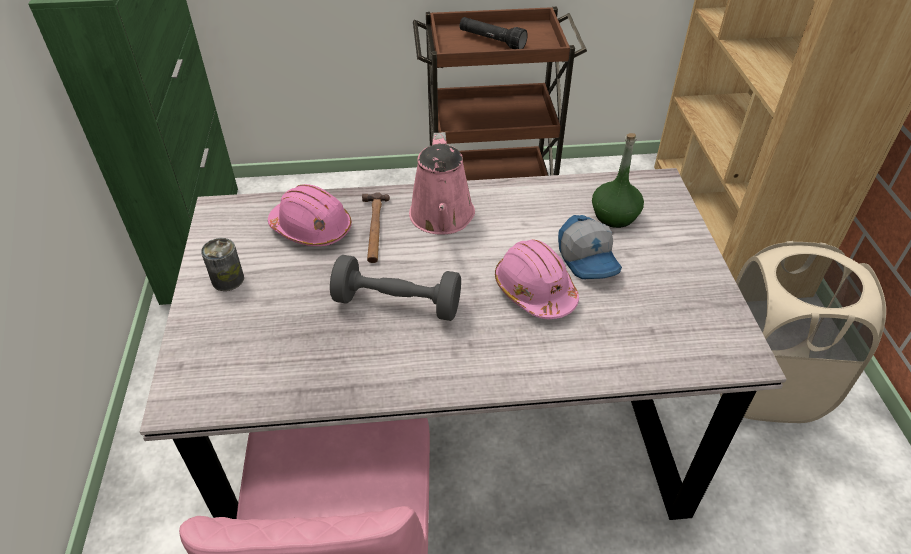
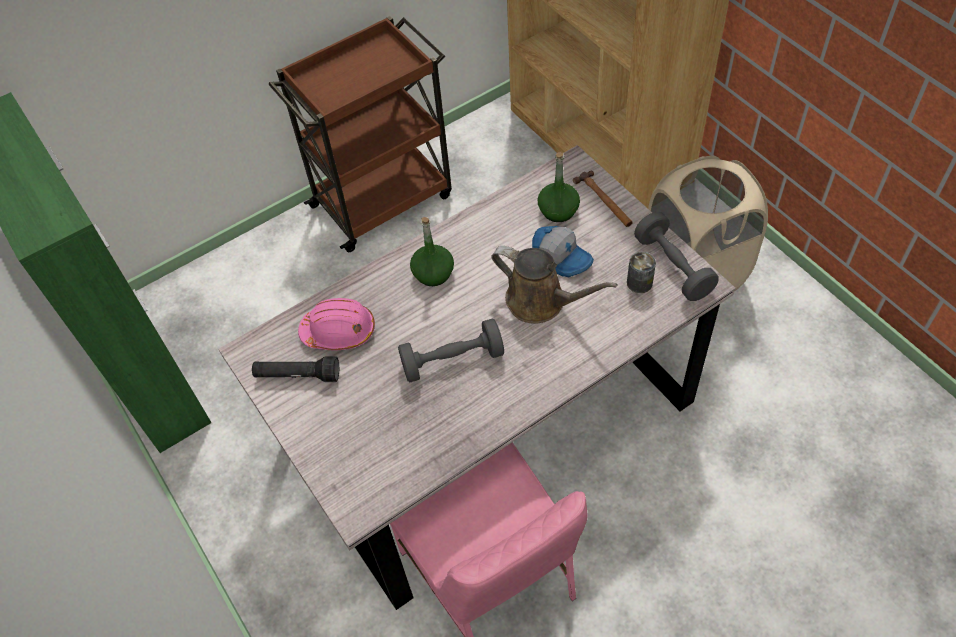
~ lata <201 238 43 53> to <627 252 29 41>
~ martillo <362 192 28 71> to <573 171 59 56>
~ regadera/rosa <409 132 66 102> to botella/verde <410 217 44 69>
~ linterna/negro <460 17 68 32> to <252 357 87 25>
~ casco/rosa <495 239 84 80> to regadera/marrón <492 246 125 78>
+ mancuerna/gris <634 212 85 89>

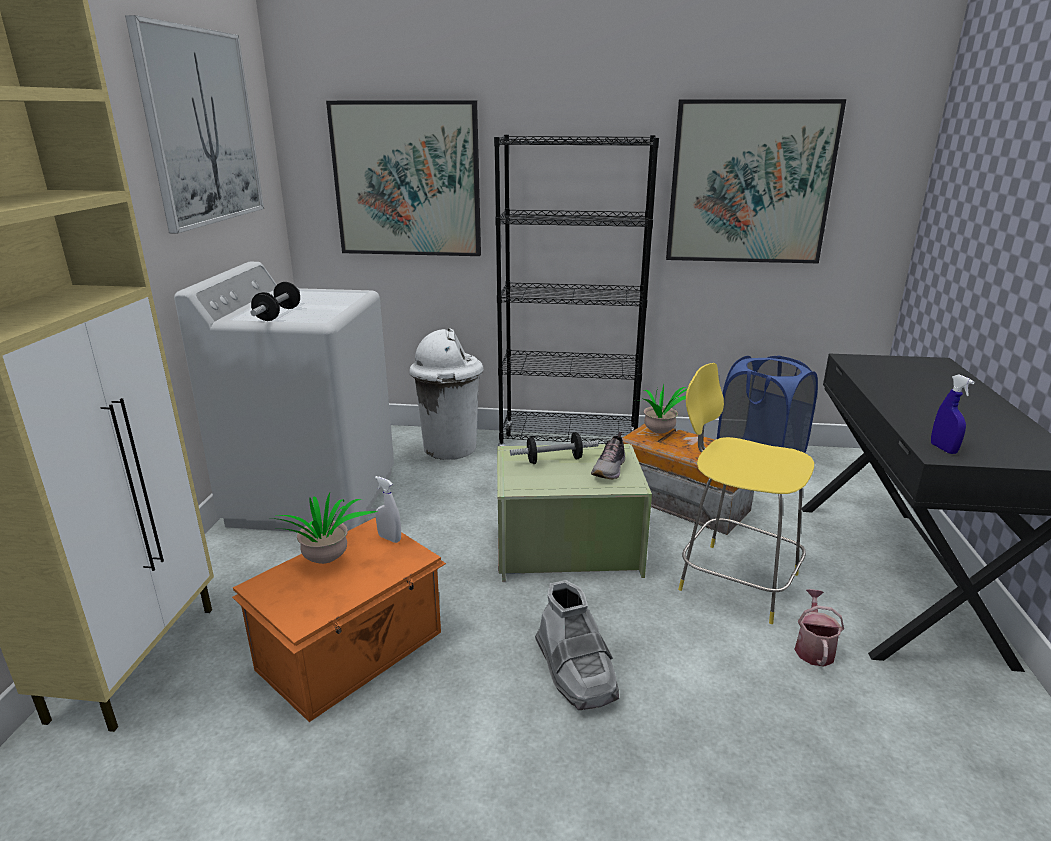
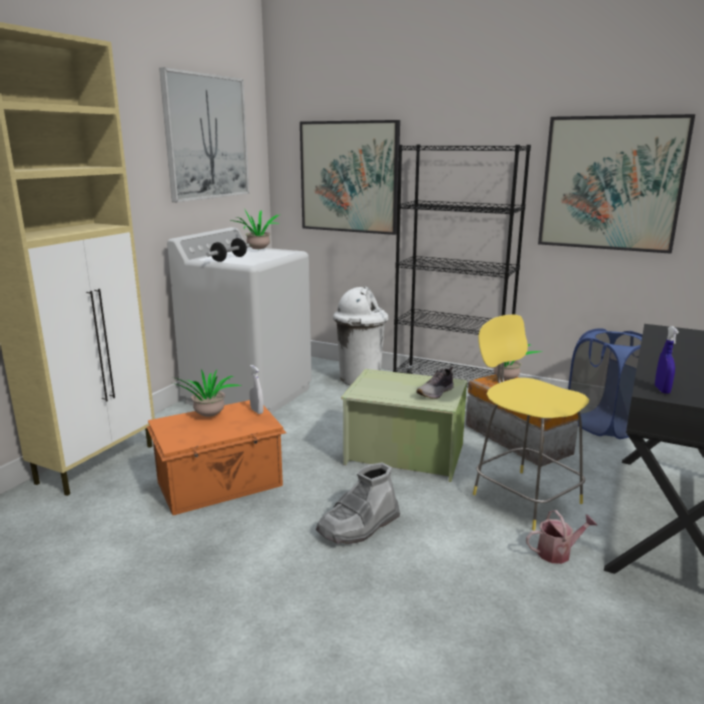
- mancuerna <510 432 88 32>
~ bota/gris <535 580 84 130> = <316 462 84 82> 45 degrees clockwise
~ regadera <794 589 50 78> = <526 510 71 54> 45 degrees clockwise
+ planta en maceta <235 210 46 39>

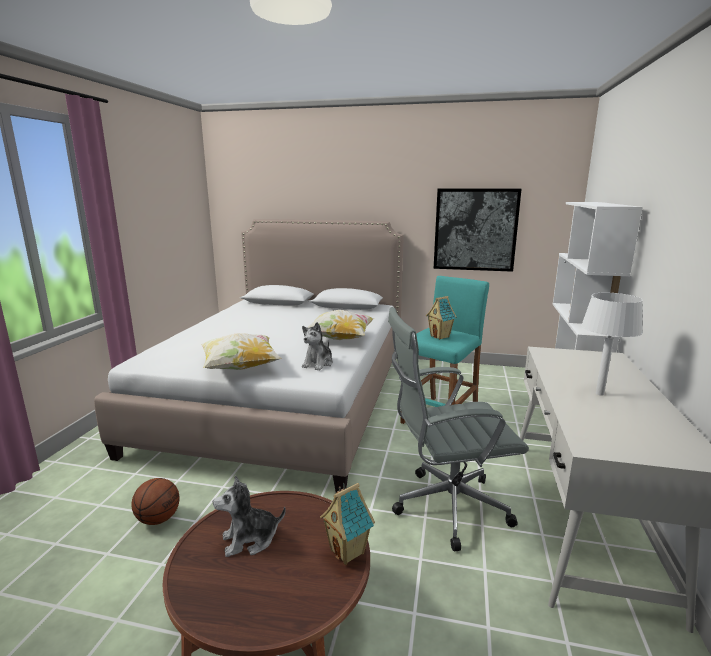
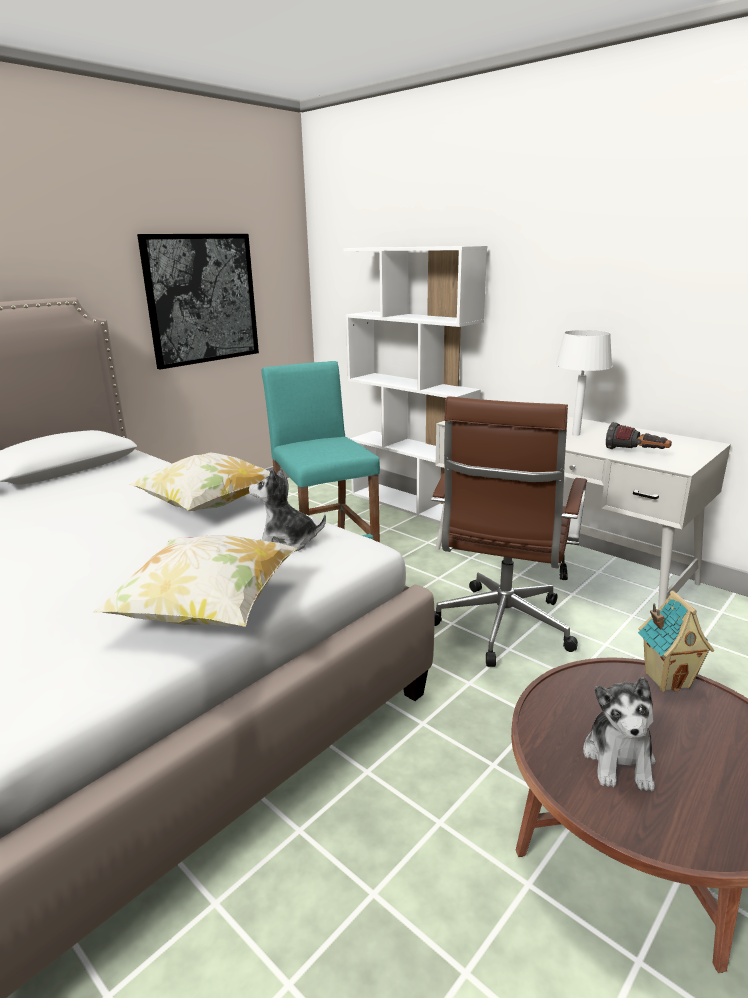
- balón de baloncesto <132 478 48 47>
~ peluche <302 322 31 48> = <249 468 77 84> 135 degrees clockwise
~ silla de oficina/gris <388 307 141 244> to silla de oficina/marrón <431 396 156 271>
- casita <426 296 30 44>
+ linterna <606 422 66 27>

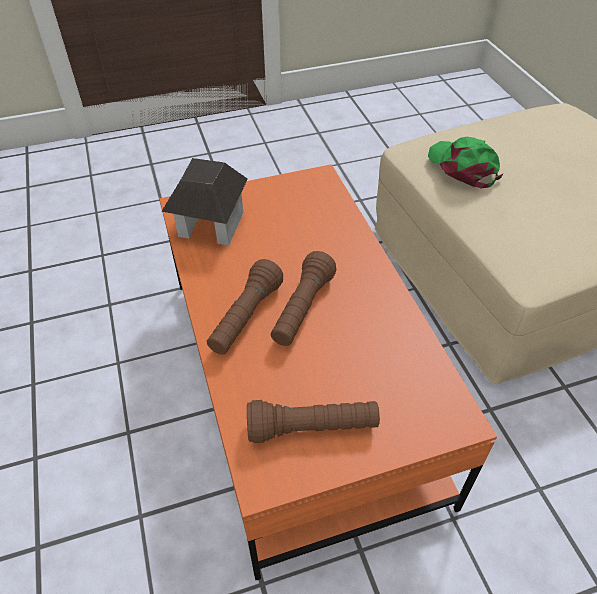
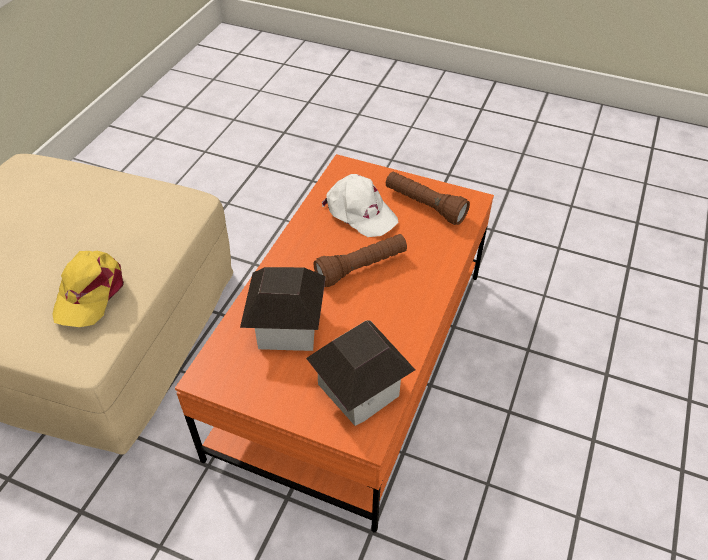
- linterna/marrón <207 259 76 96>
~ gorra/verde <428 137 76 52> to gorra/amarillo <52 251 72 76>
+ casita <240 267 86 84>
+ gorra/blanco <322 174 77 63>

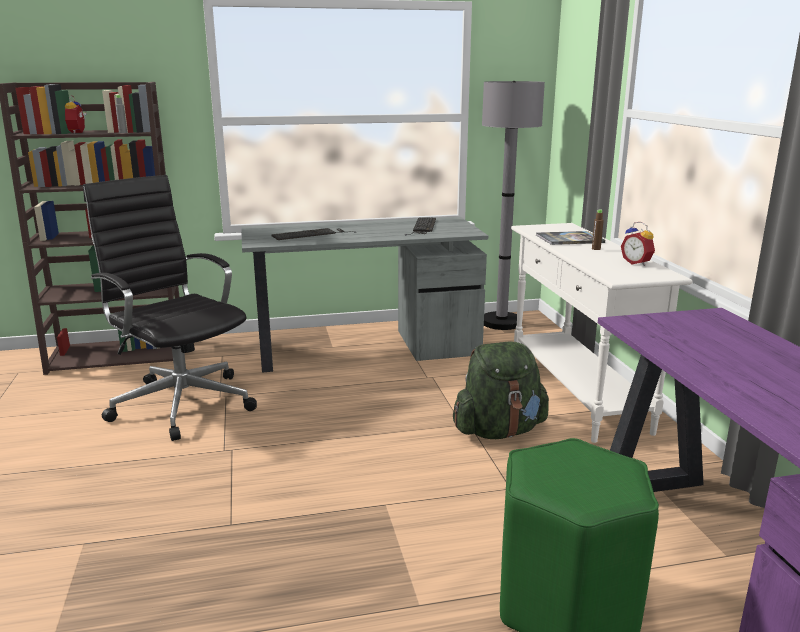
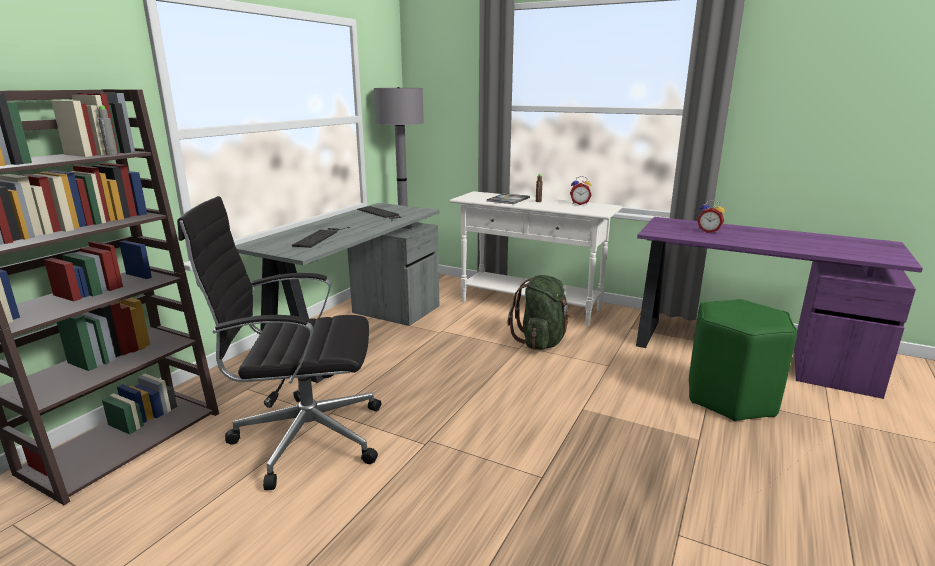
~ despertador <65 95 22 39> to <697 200 28 33>

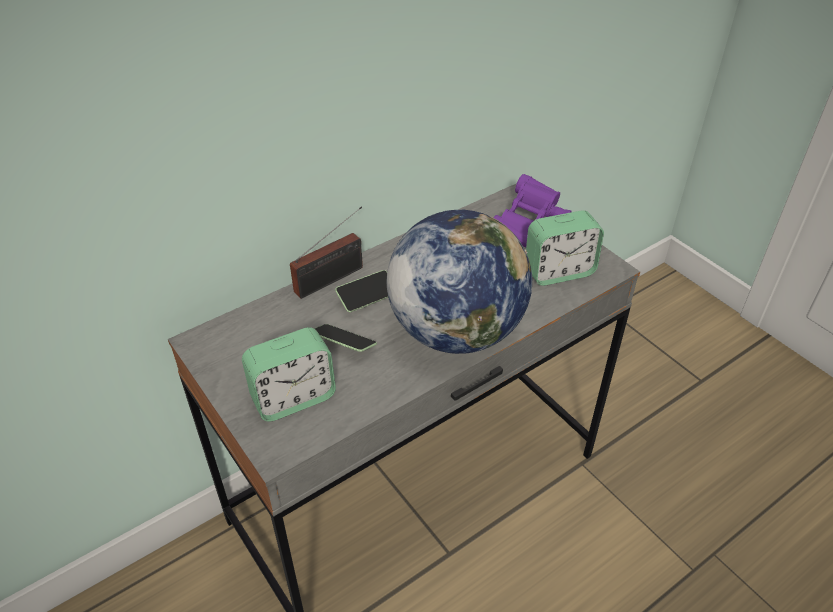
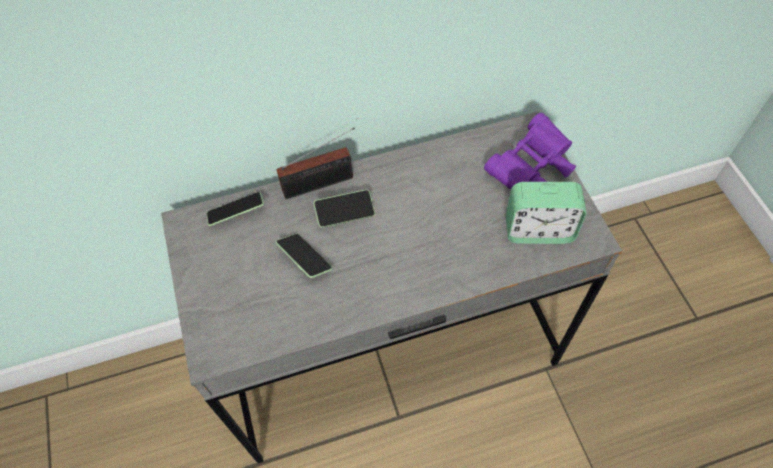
- despertador <242 327 94 95>
- globo terráqueo <387 210 145 144>
+ móvil <206 192 58 34>

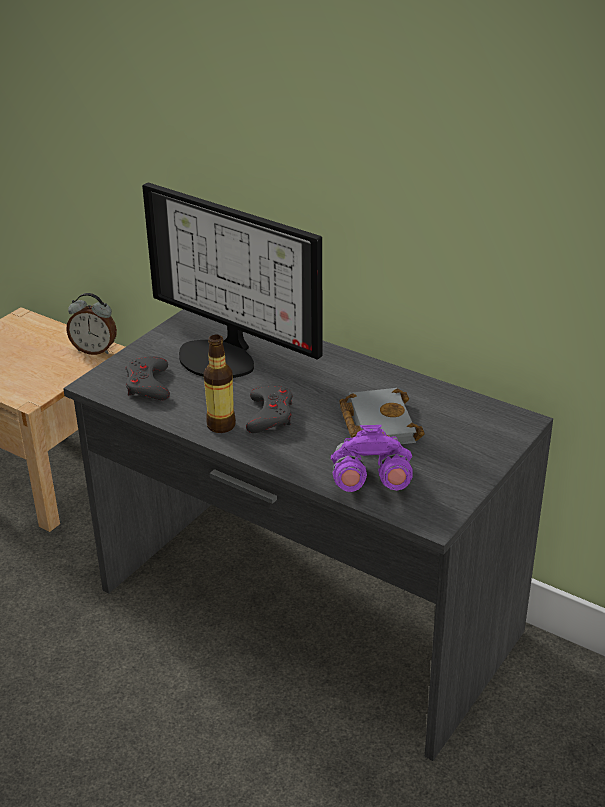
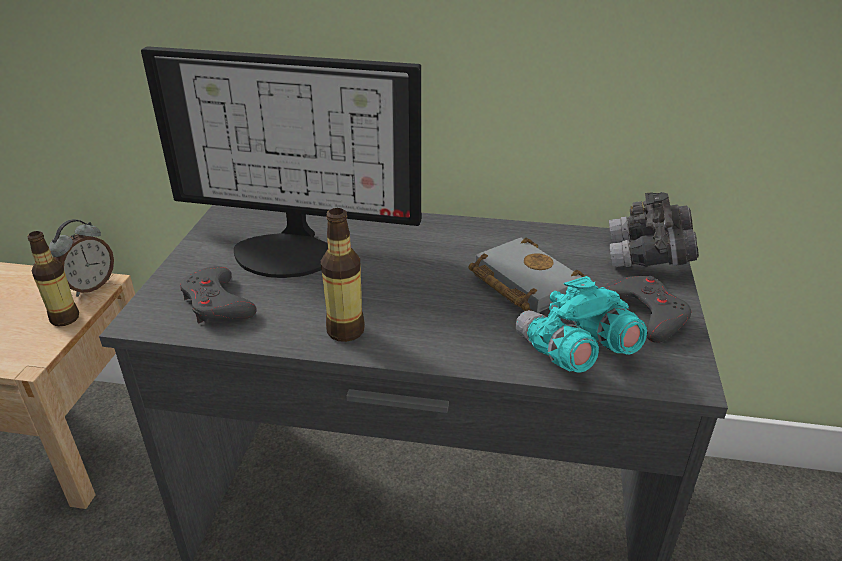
~ despertador <66 293 51 62> = <49 219 65 78> 45 degrees counterclockwise
~ mando de consola/gris <246 385 47 48> to <605 276 86 67>
~ prismáticos/morado <331 425 82 67> to prismáticos/turquesa <515 276 132 96>
+ botella <27 231 52 95>
+ prismáticos/gris <609 192 90 75>

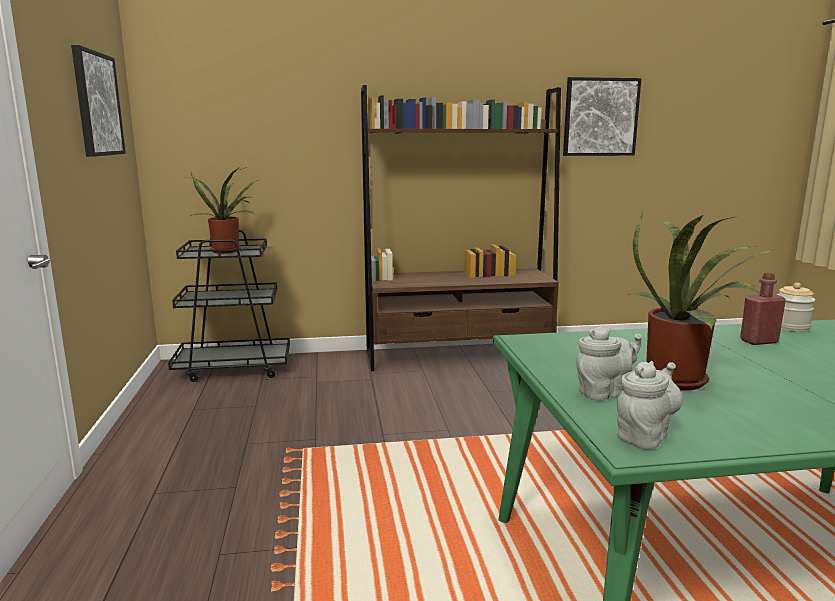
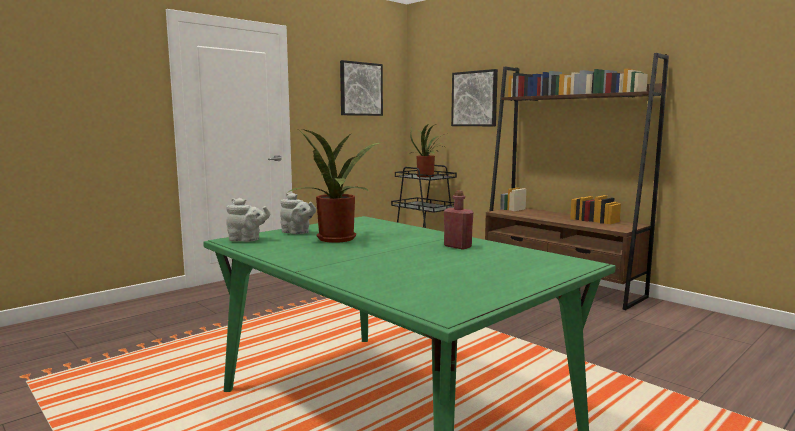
~ cuadro <563 77 78 79> to <451 69 47 57>
- tarro <777 283 38 49>

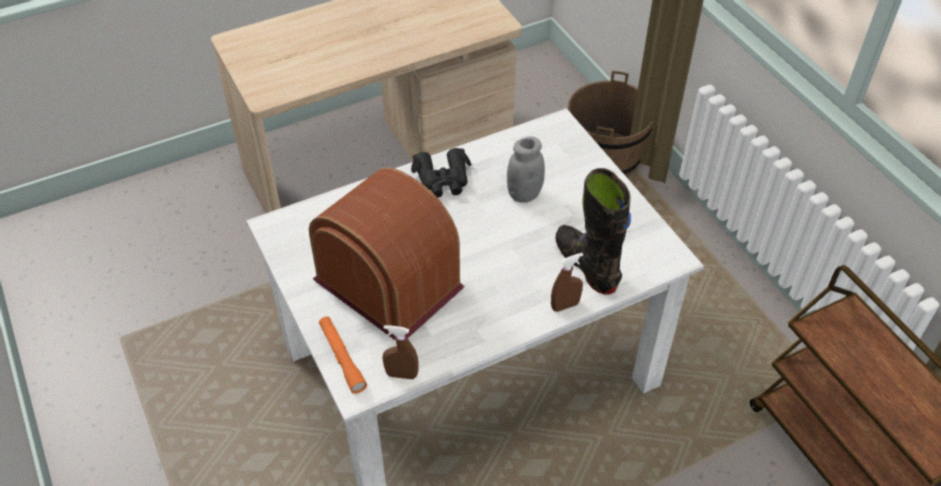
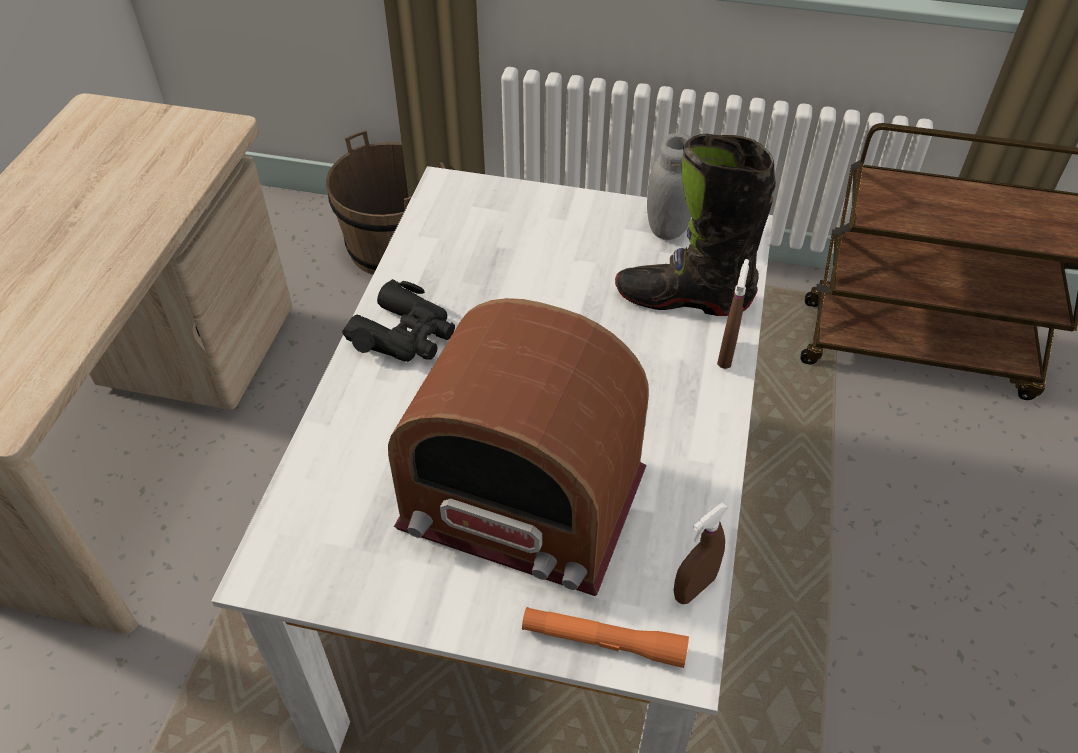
~ radio <309 167 155 173> = <388 298 261 298> 150 degrees counterclockwise
~ tarro/gris <507 137 38 66> to <647 133 44 107>

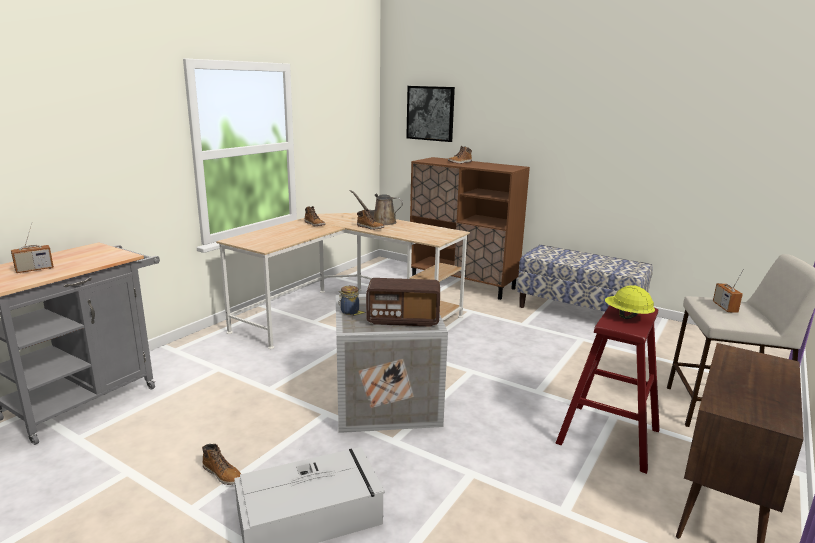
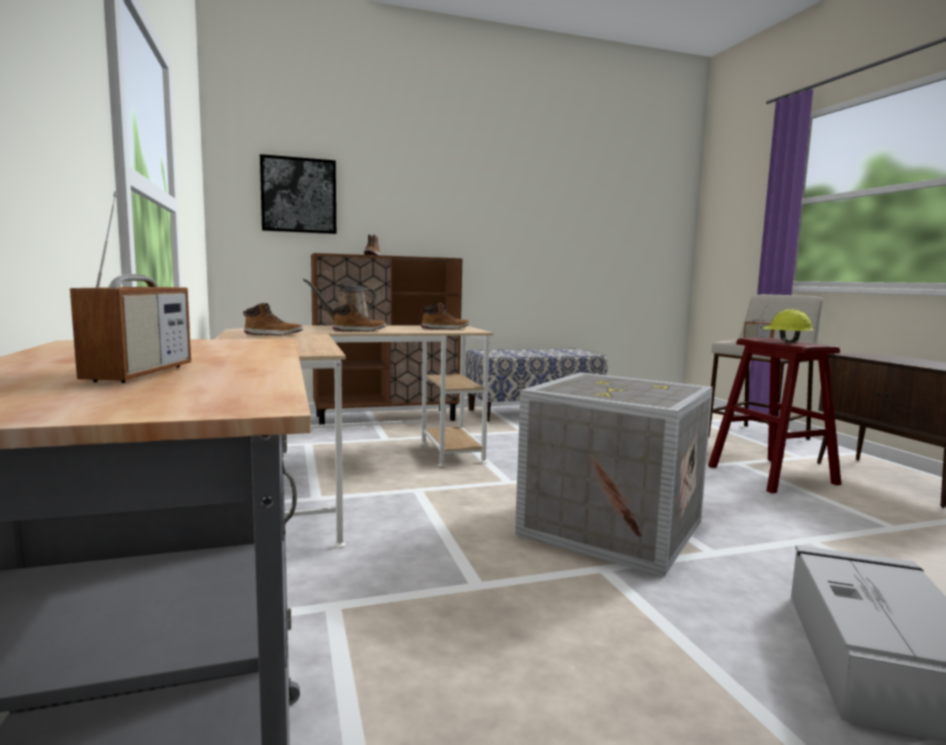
~ bota <202 444 39 41> to <421 303 49 26>
- tarro <339 286 20 29>
- radio <366 278 74 49>

